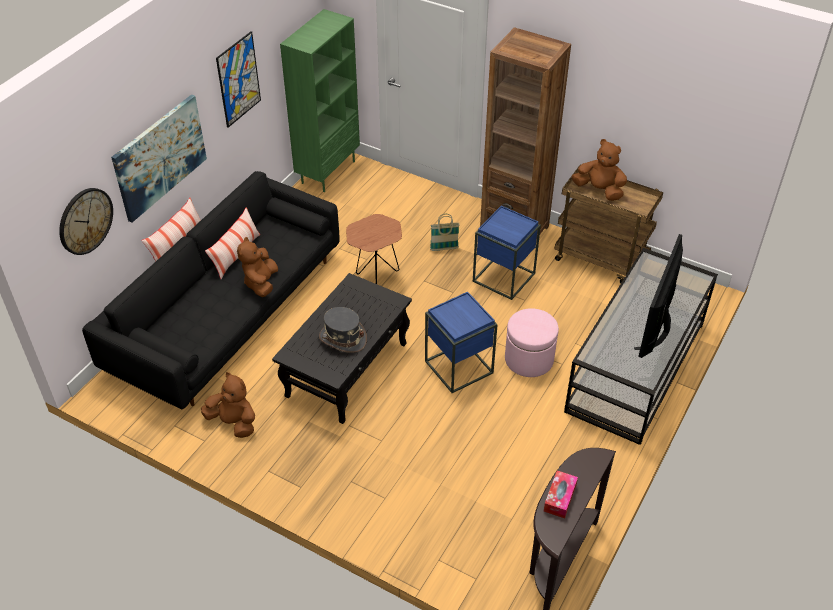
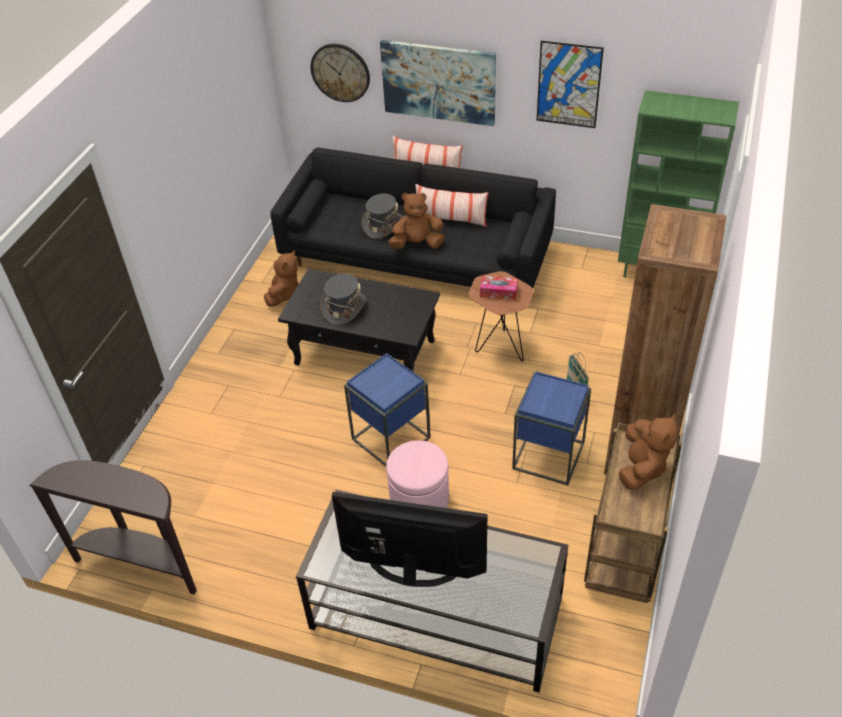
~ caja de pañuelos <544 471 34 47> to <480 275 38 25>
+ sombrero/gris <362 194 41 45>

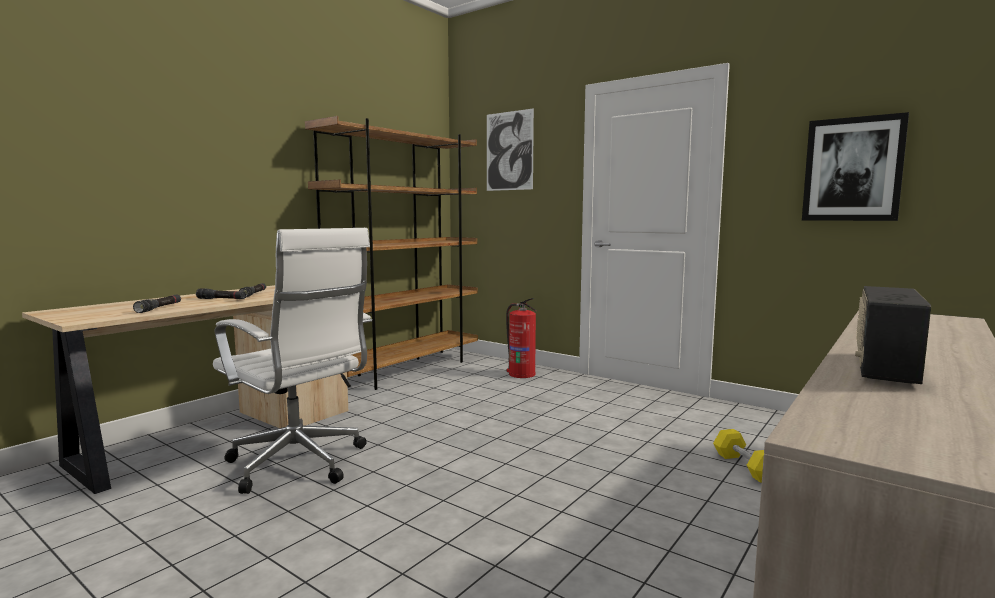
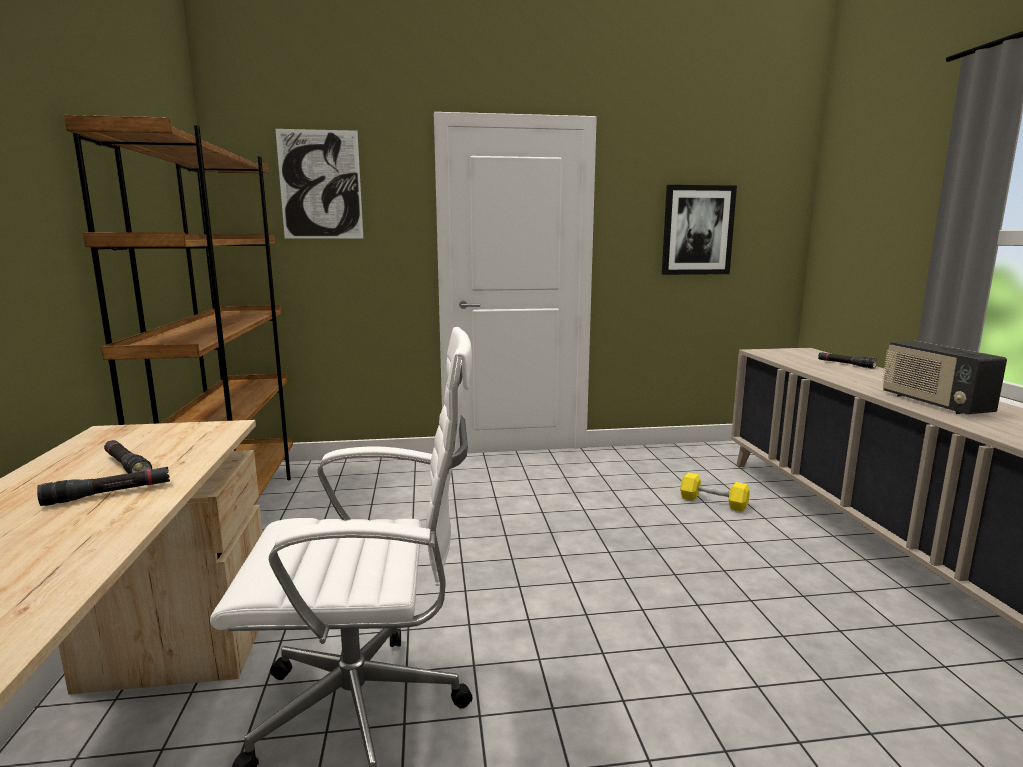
~ linterna/negro <133 295 48 18> to <818 352 59 17>
- extintor <506 298 30 80>

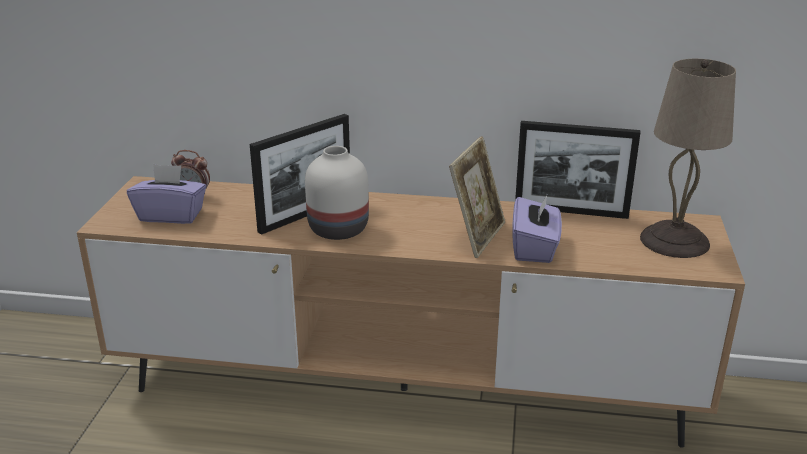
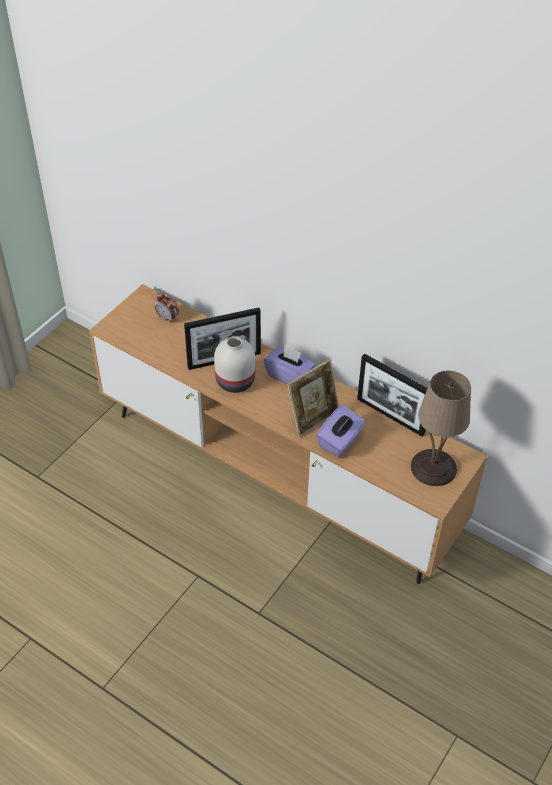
~ caja de pañuelos/morado <127 164 79 60> to <264 345 52 39>

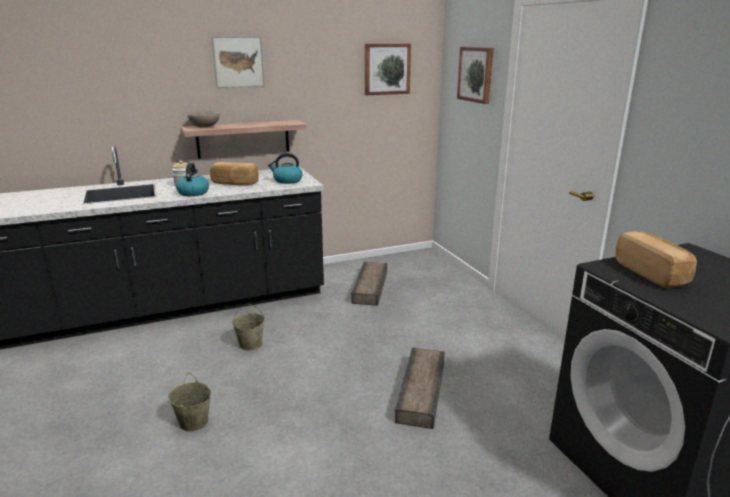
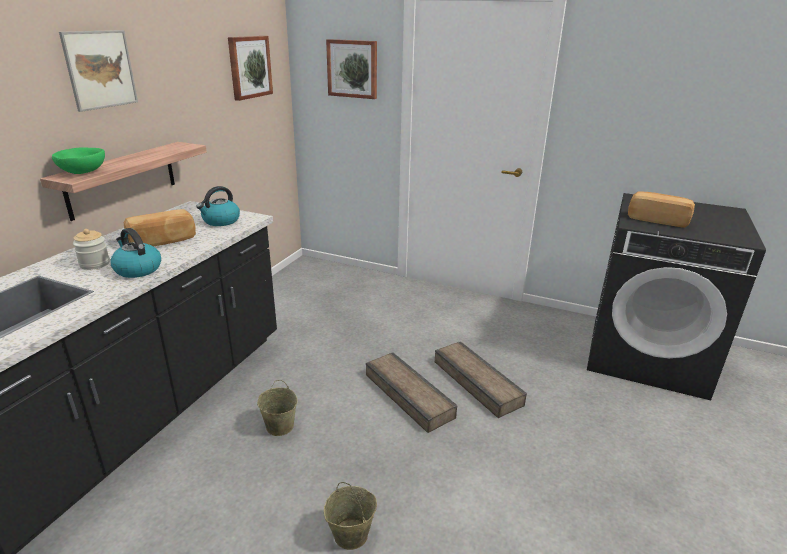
~ cuenco/beis <187 111 33 16> to cuenco/verde <52 147 53 27>
~ caja de embalaje <351 262 36 44> to <366 352 92 81>

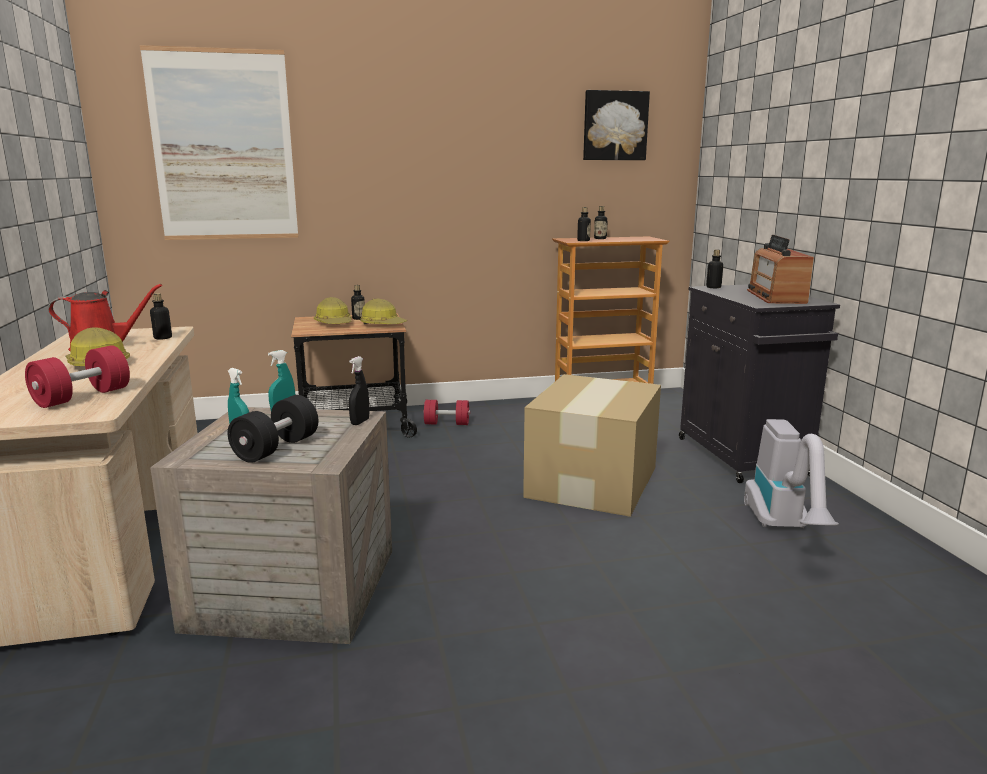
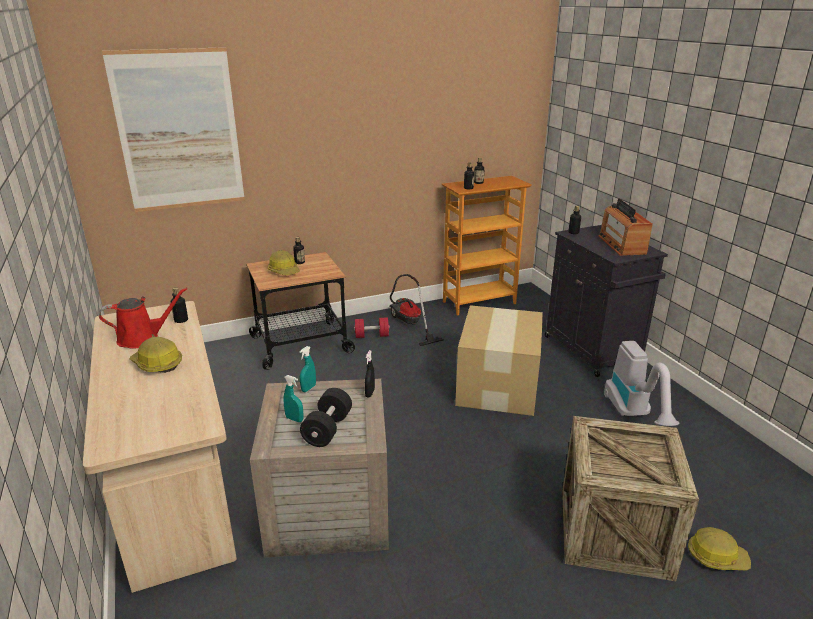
- mancuerna/rojo <25 346 105 62>
~ casco <360 299 47 25> to <688 527 63 44>
- cuadro <583 90 67 70>
+ aspiradora <389 274 55 72>
+ caja de embalaje <562 416 137 165>

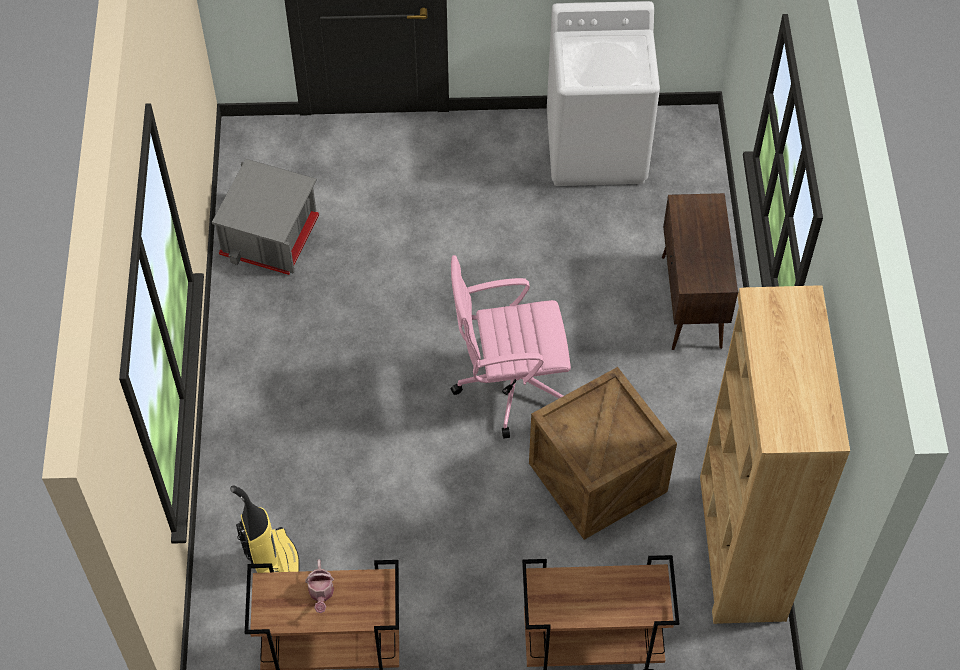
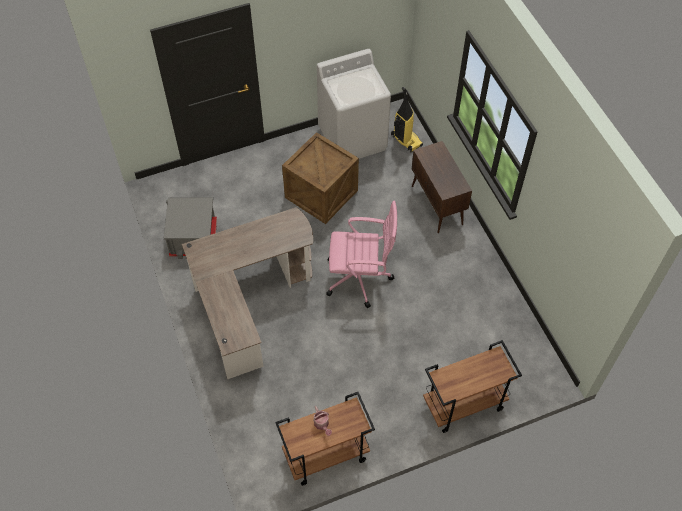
~ aspiradora <230 485 70 88> to <391 87 32 66>
~ silla de oficina/rosa <451 255 120 184> = <326 201 71 107> 150 degrees counterclockwise
~ caja de embalaje <529 367 148 173> to <282 132 77 92>
- estantería/marrón <700 285 150 339>
+ escritorio/marrón <182 207 131 172>

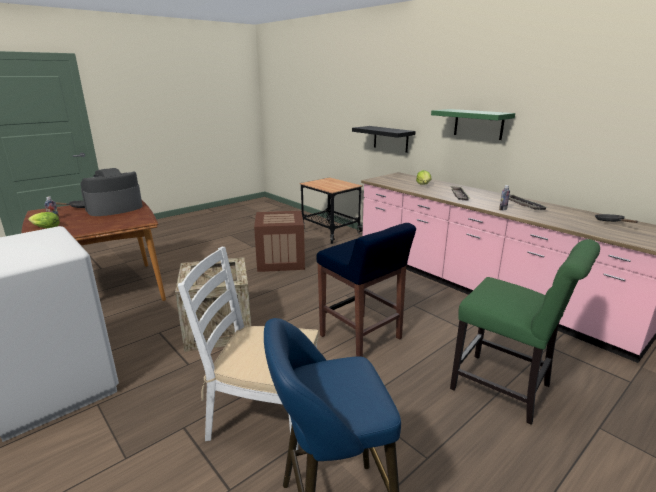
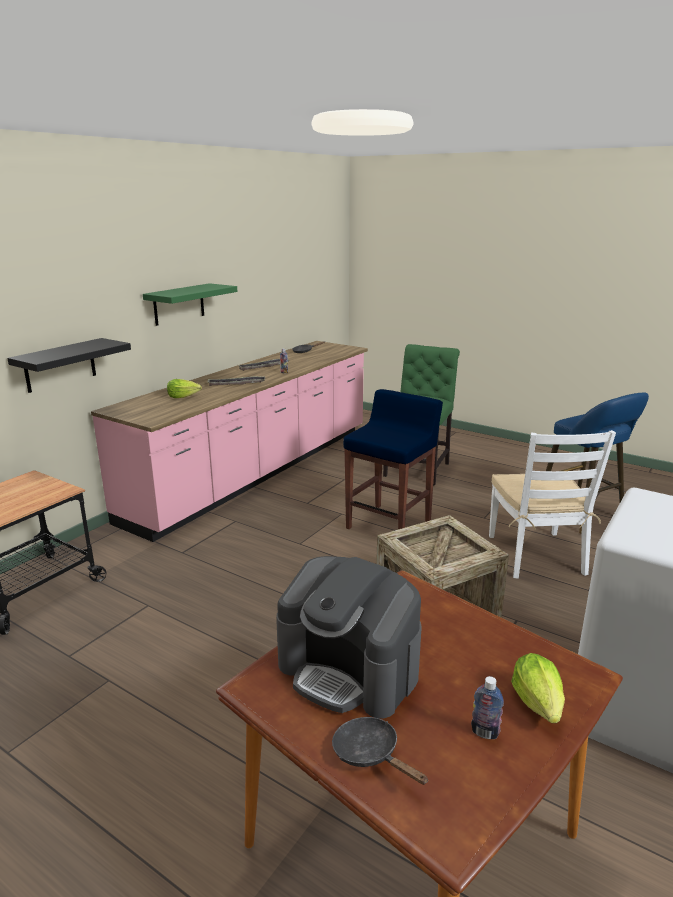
- caja de embalaje <254 211 51 61>

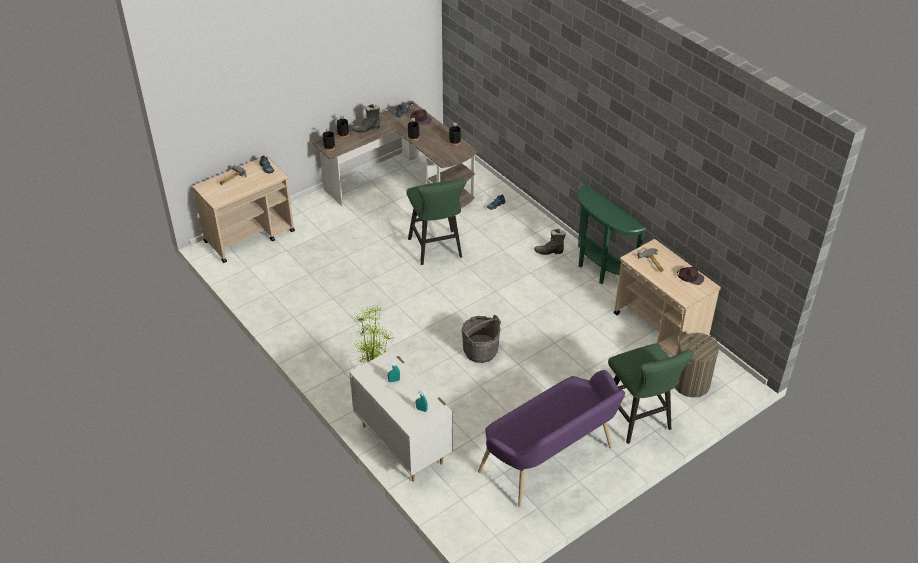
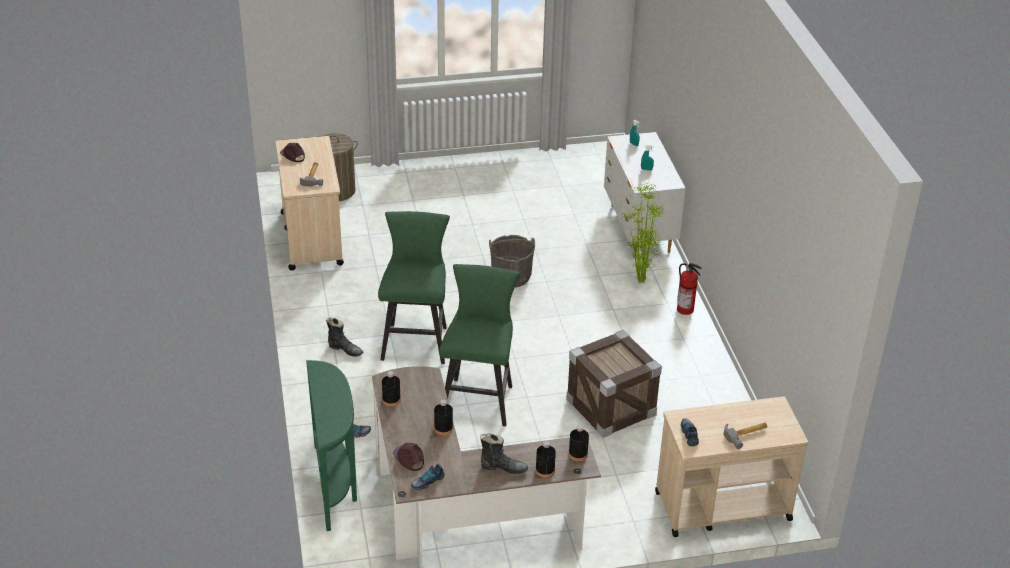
- banco/morado <478 370 147 137>
~ mesa consola/verde <577 184 70 100> to <306 360 51 171>
~ taburete/verde <608 343 86 101> to <378 211 72 153>
+ caja de embalaje <566 330 96 108>
+ extintor <677 263 25 52>

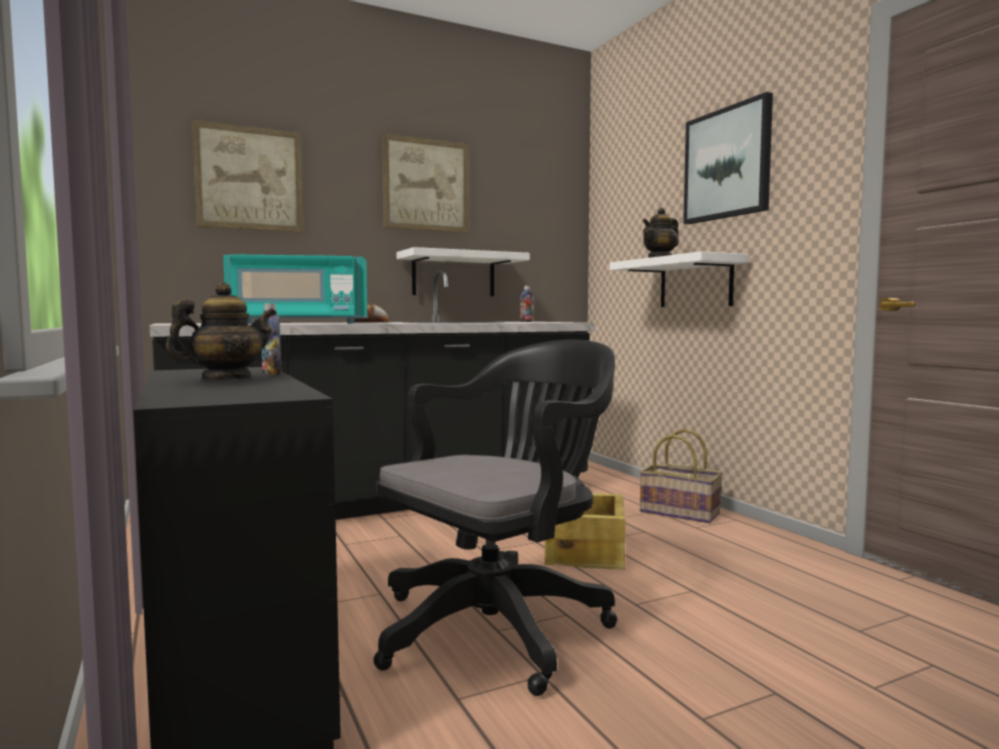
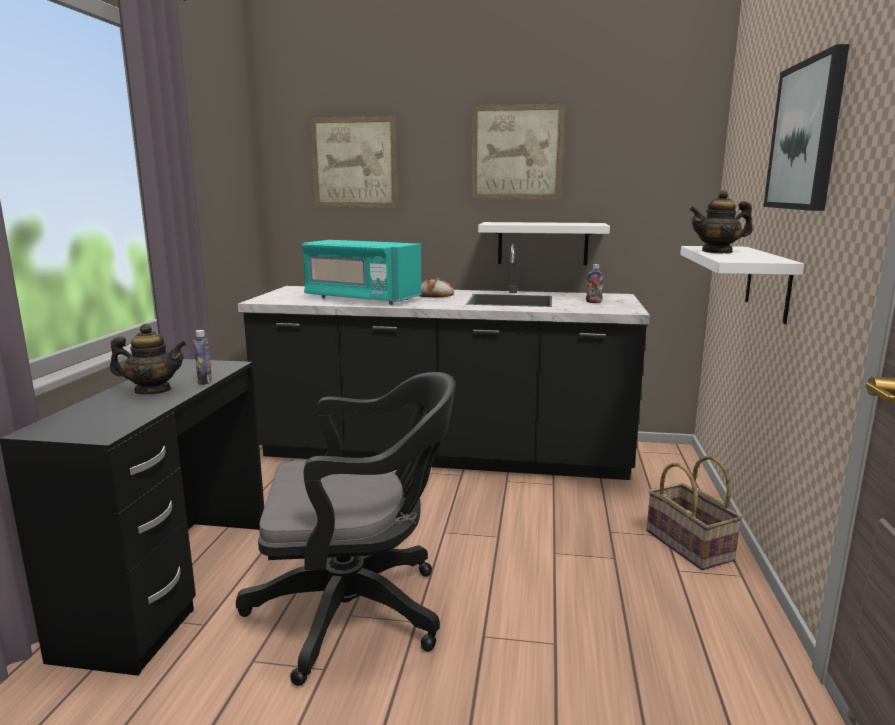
- caja de embalaje <545 493 81 77>

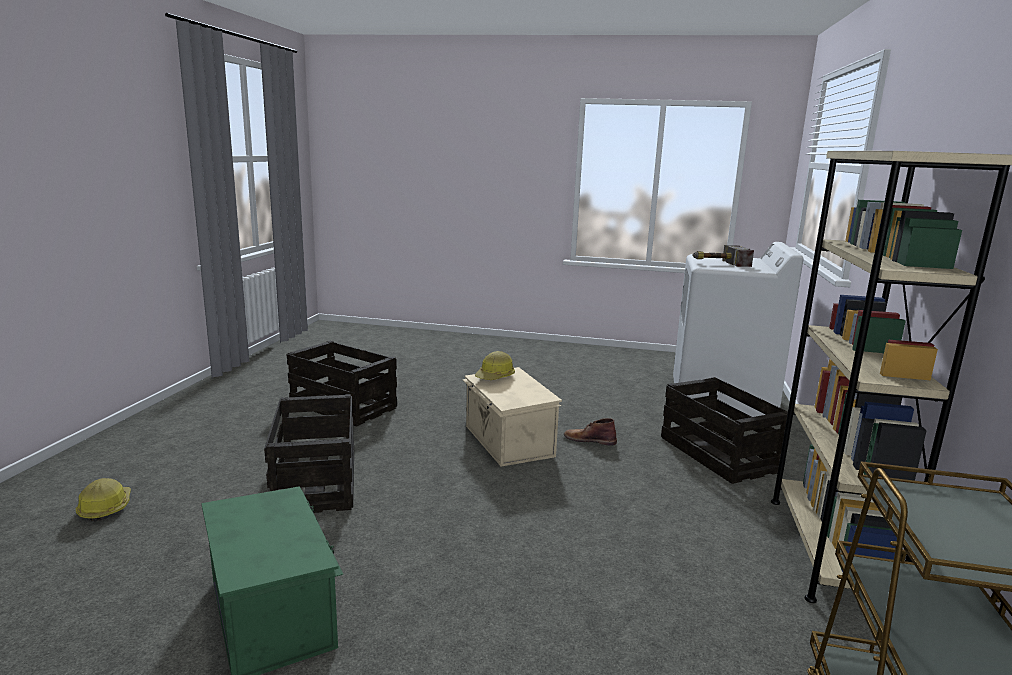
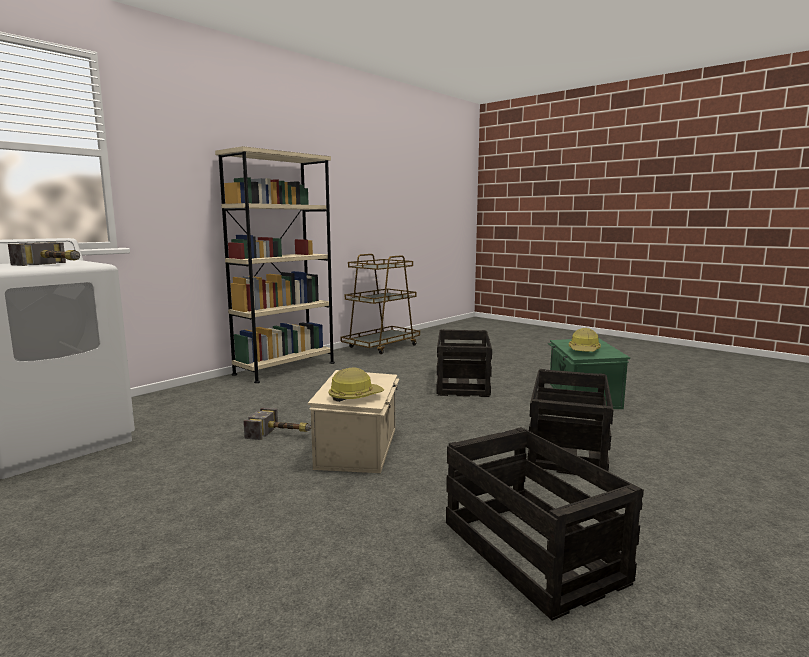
~ casco <75 478 56 43> to <569 328 32 24>
~ bota/marrón <564 418 53 28> to martillo <243 408 68 32>
~ caja de embalaje <661 377 129 107> to <436 329 56 68>

